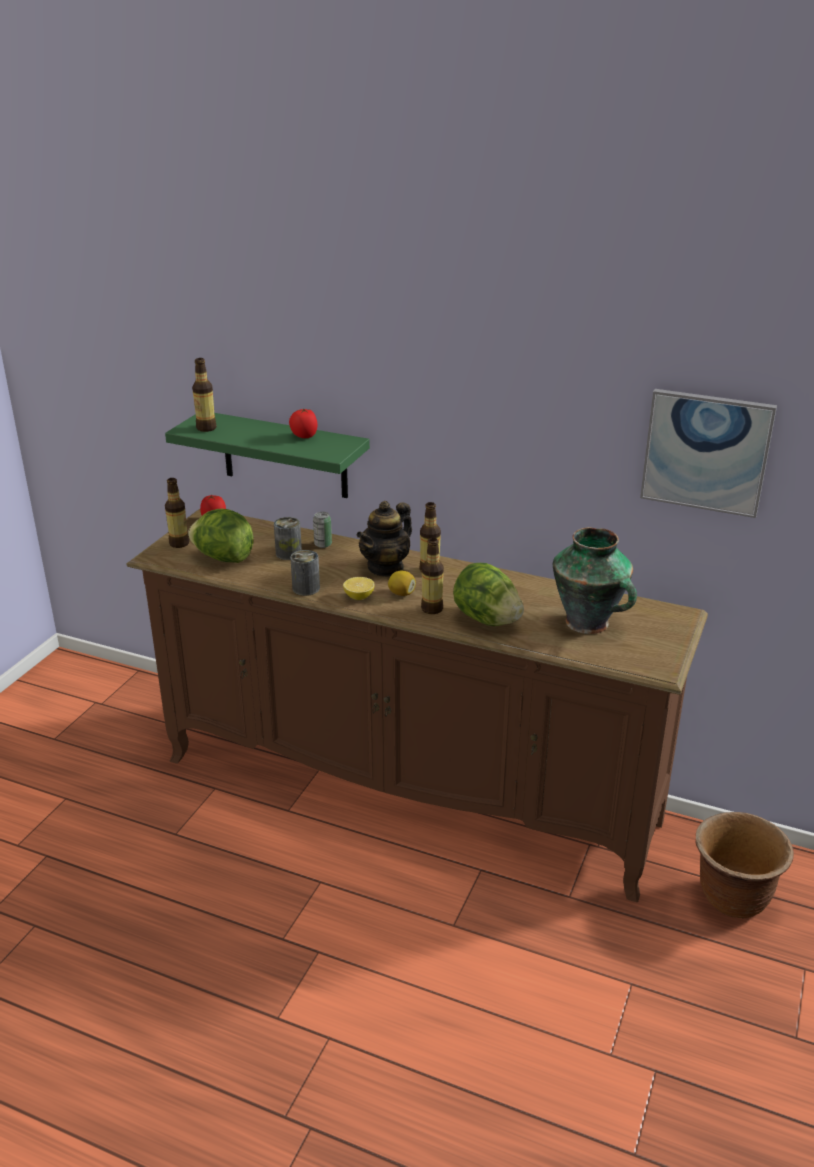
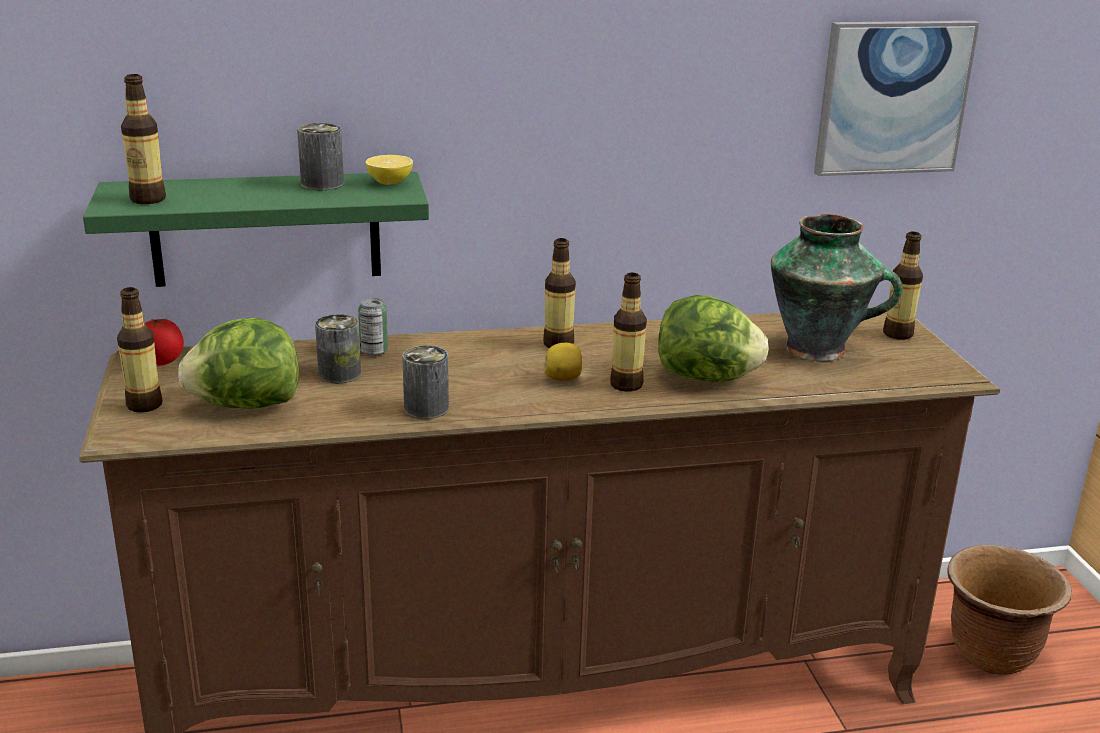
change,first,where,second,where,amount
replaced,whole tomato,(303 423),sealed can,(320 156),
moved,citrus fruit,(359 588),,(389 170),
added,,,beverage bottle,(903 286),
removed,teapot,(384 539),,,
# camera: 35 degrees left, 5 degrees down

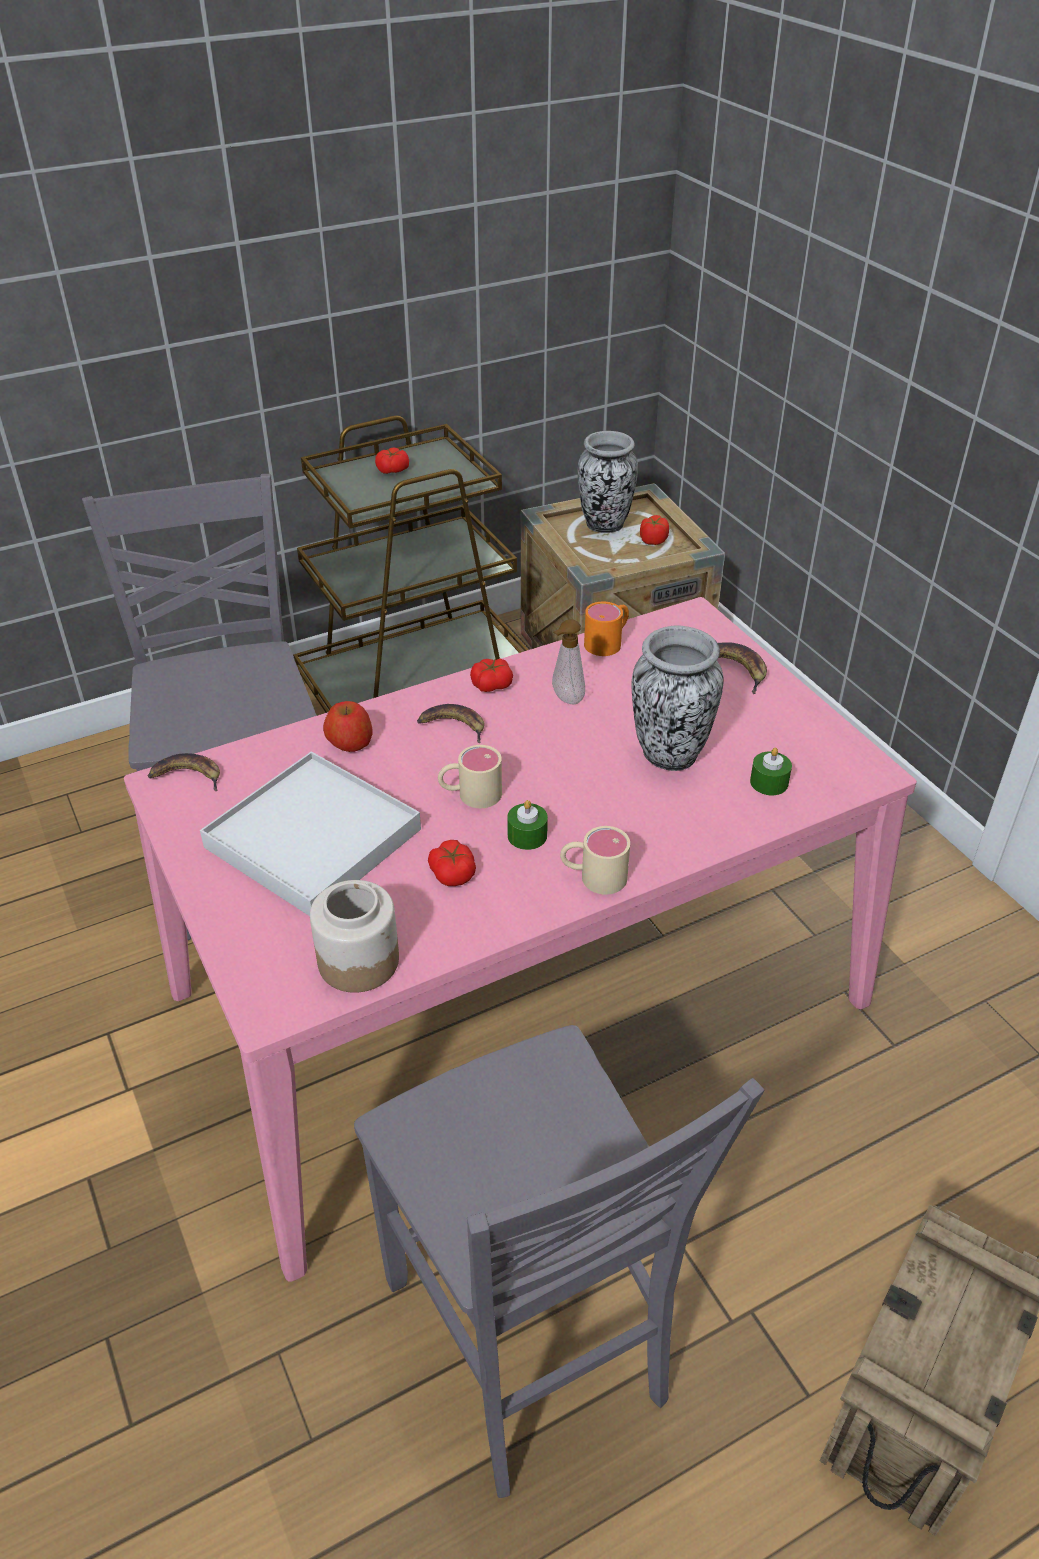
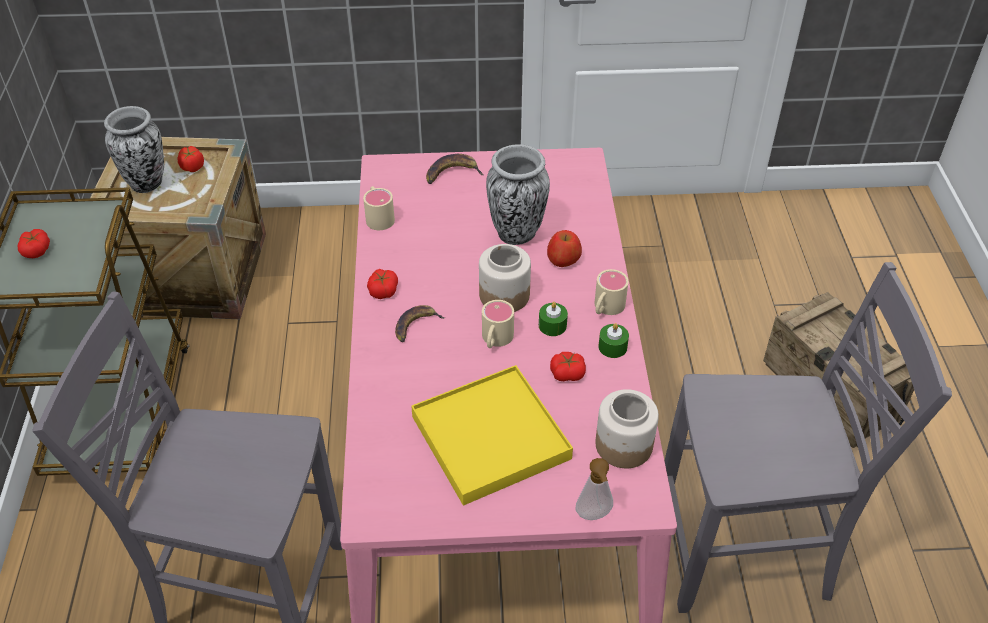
change,first,where,second,where,amount
recoloured,mug (orangey),(606 629),mug (beige),(379 208),
recoloured,carrying tray (white),(310 833),carrying tray (yellowish),(492 435),
added,,,storage jar,(505 278),
moved,apple fruit,(348 726),,(564 248),
moved,soap bottle,(568 661),,(594 489),
moved,wax candle (green),(771 771),,(613 340),
removed,banana fruit,(184 772),,,
# camera: 65 degrees left, 5 degrees up

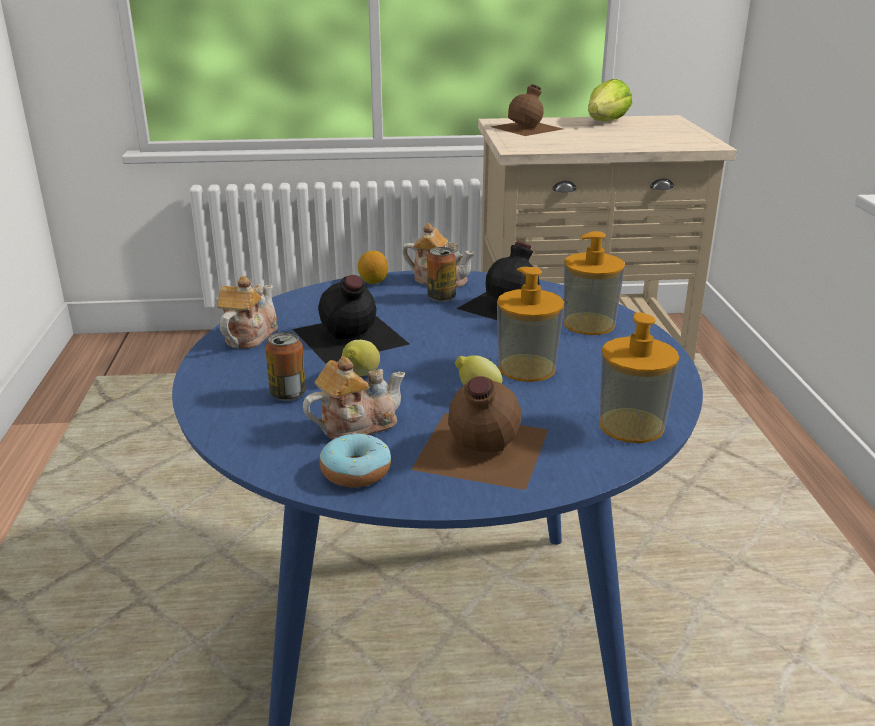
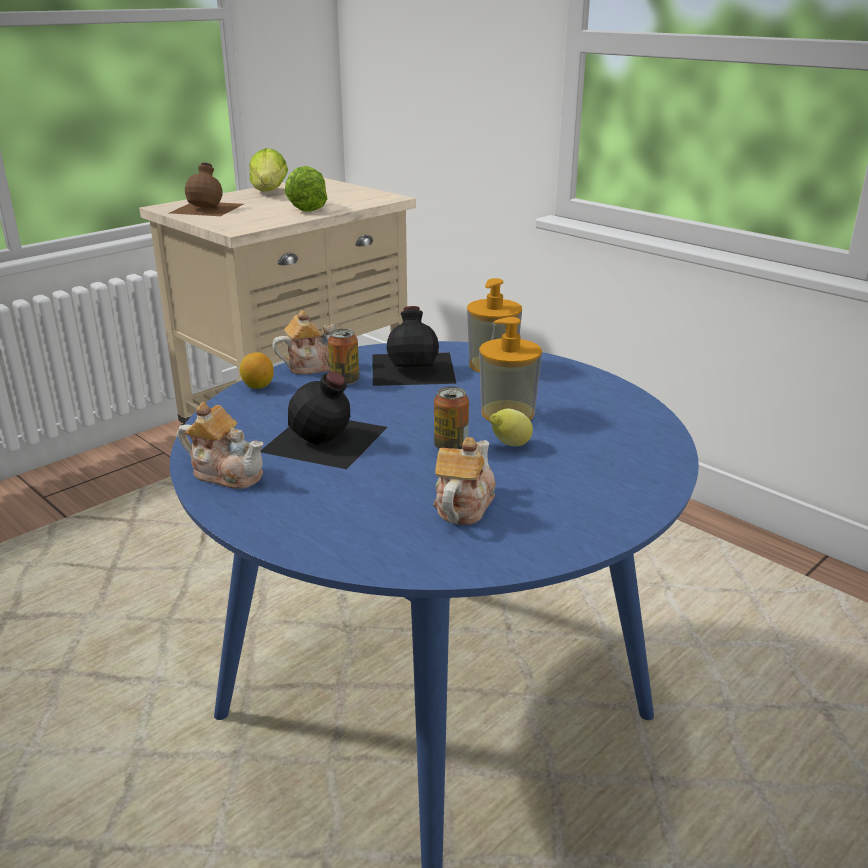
change,first,where,second,where,amount
turned,teapot,(247 312),,(221 445),135 degrees clockwise
added,,,head of lettuce,(305 189),
moved,sealed can,(286 366),,(451 418),
removed,donut,(355 459),,,
removed,citrus fruit,(361 358),,,
removed,beverage bottle (brown-coloured),(480 433),,,
removed,soap bottle,(639 377),,,
# camera: 40 degrees left, 0 degrees up

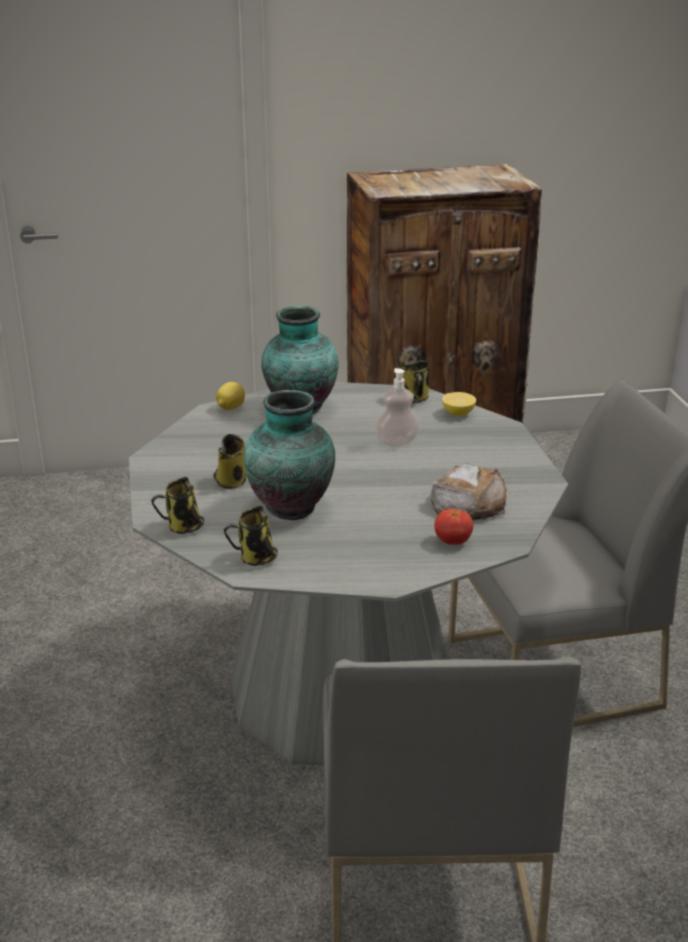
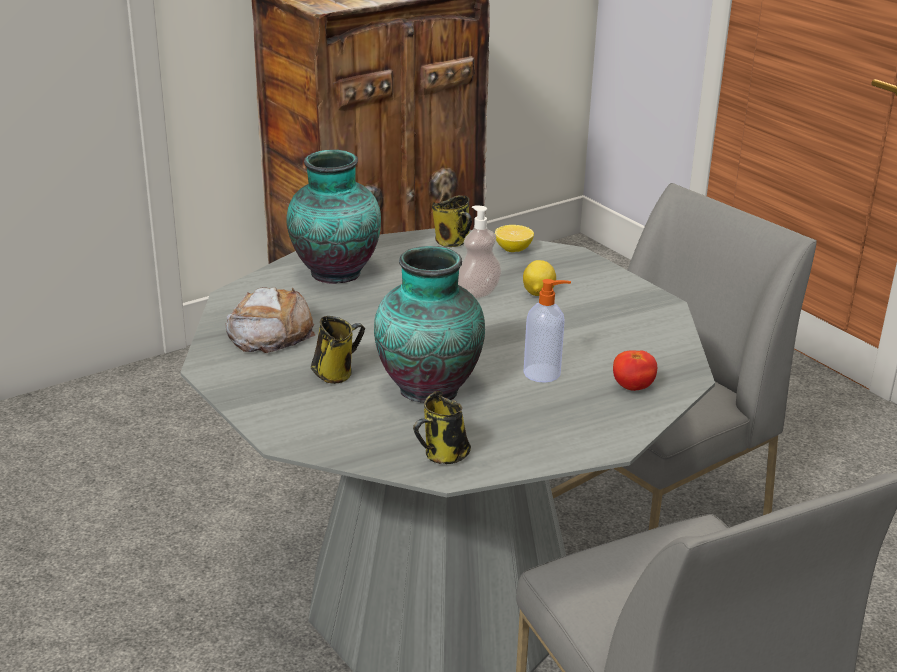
change,first,where,second,where,amount
moved,baked bread,(469 492),,(270 320),
moved,citrus fruit,(230 396),,(539 278),
added,,,soap bottle,(547 331),
removed,mug,(177 505),,,
# camera: 25 degrees left, 0 degrees up

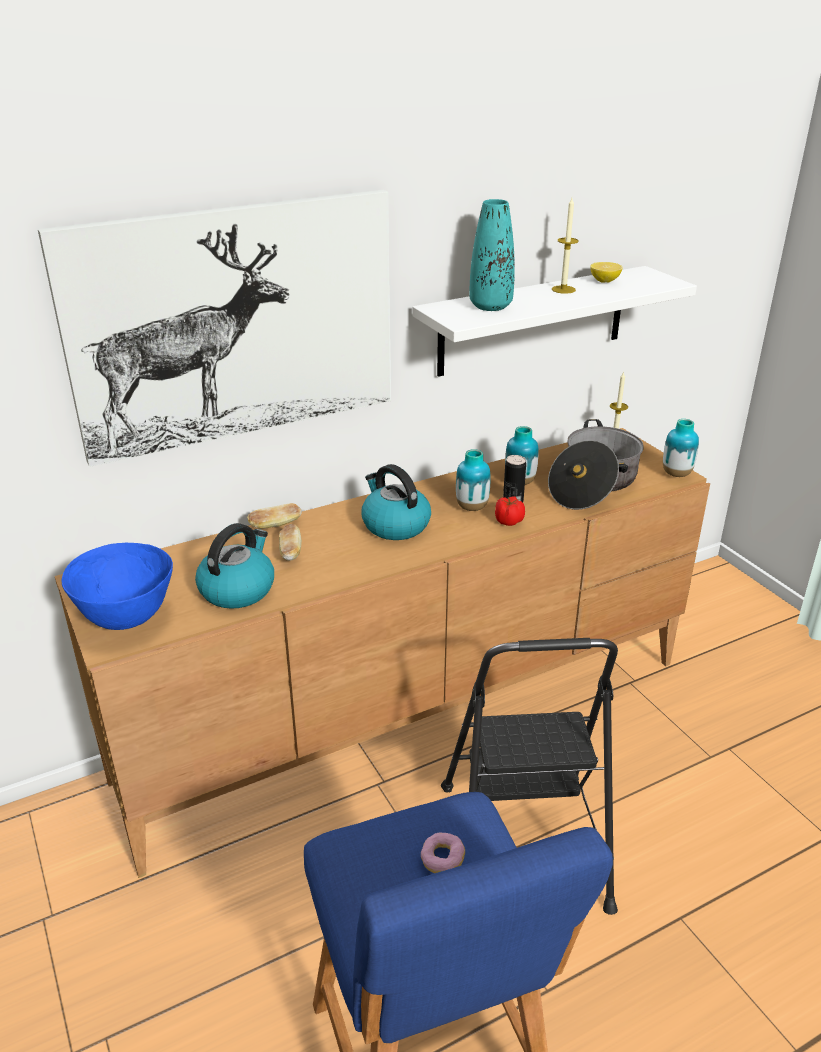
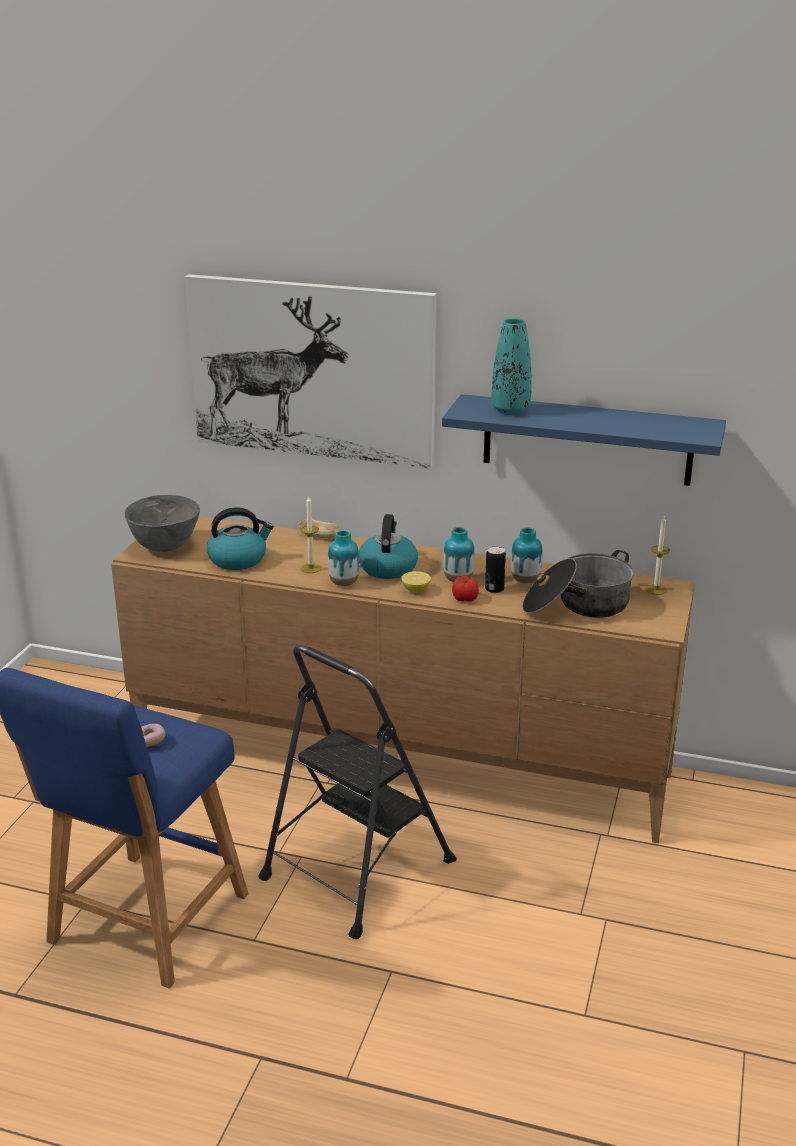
change,first,where,second,where,amount
recoloured,deep dish (blue-coloured),(117 586),deep dish (greyish),(162 523),
moved,wax candle,(565 246),,(311 534),
moved,vase,(681 448),,(343 558),
moved,citrus fruit,(606 272),,(416 582),
recoloured,wall shelf (white),(554 321),wall shelf (blue-coloured),(584 440),
removed,baked bread,(290 542),,,
# camera: 45 degrees right, 5 degrees down

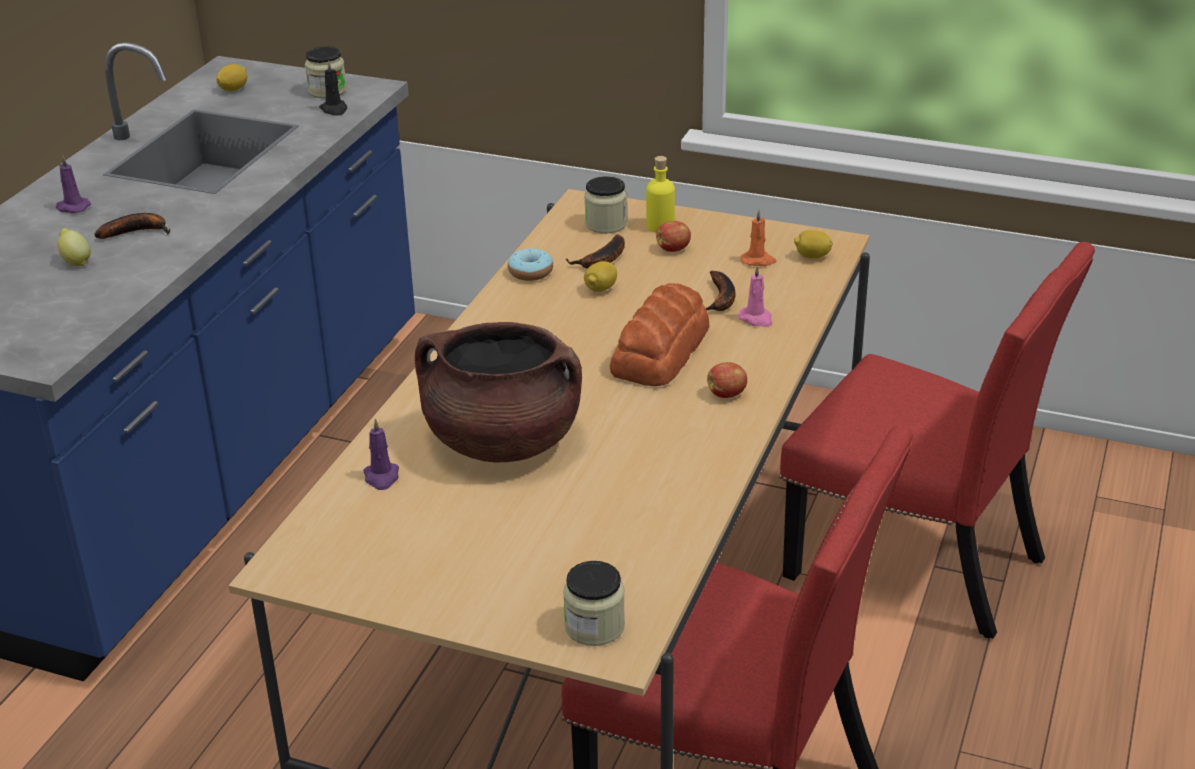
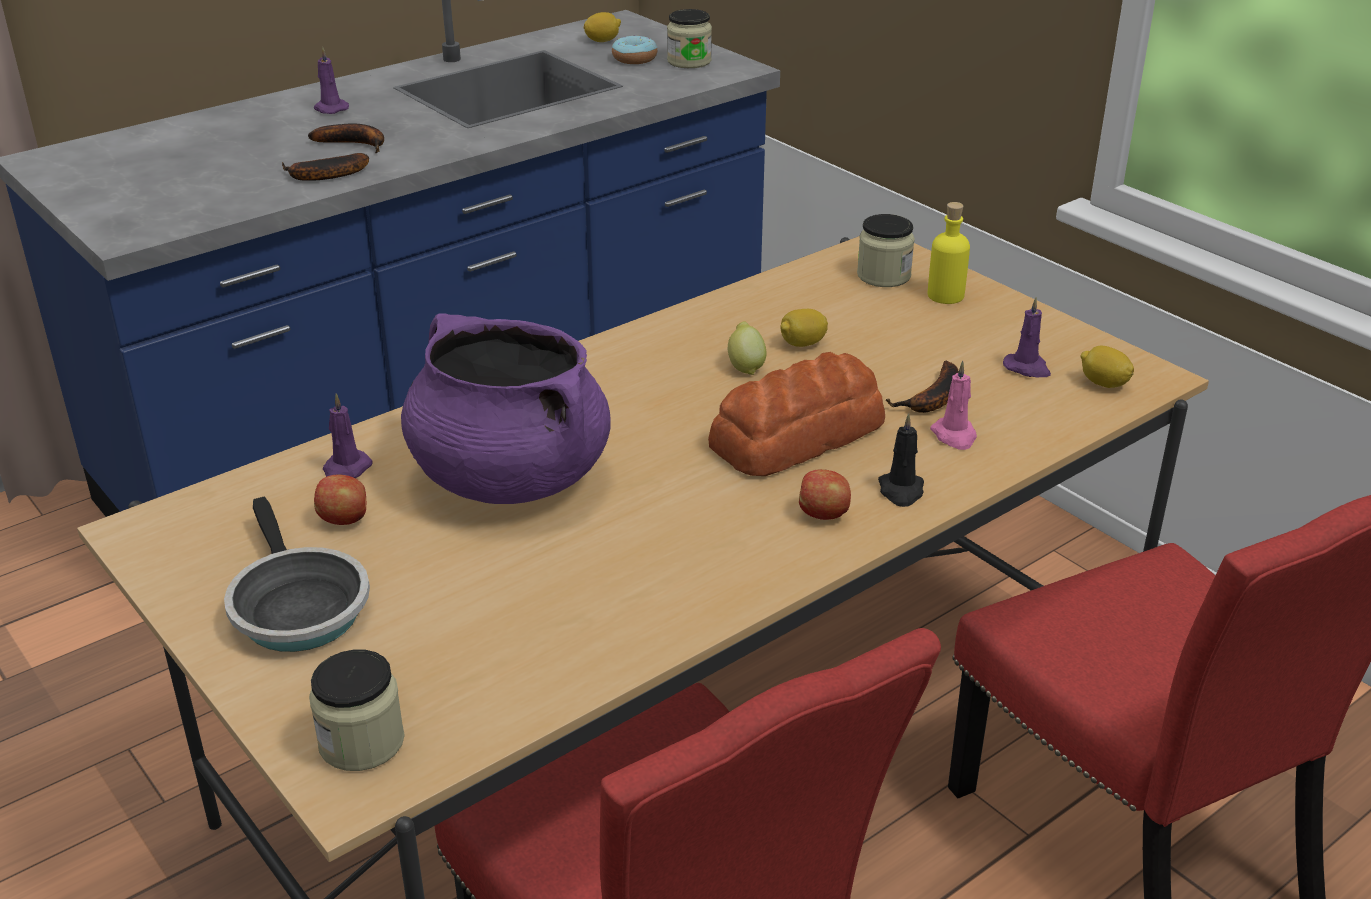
change,first,where,second,where,amount
added,,,pan,(297 574),
moved,banana fruit,(595 251),,(325 167),
moved,apple fruit,(673 236),,(340 500),
recoloured,cooking pot (brown-coloured),(498 392),cooking pot (purple),(506 408),
moved,donut,(530 264),,(634 49),
moved,citrus fruit,(74 247),,(747 348),
moved,wax candle (black),(333 88),,(901 460),
recoloured,wax candle (orangey),(759 237),wax candle (purple),(1027 337),
# camera: 30 degrees right, 0 degrees up

